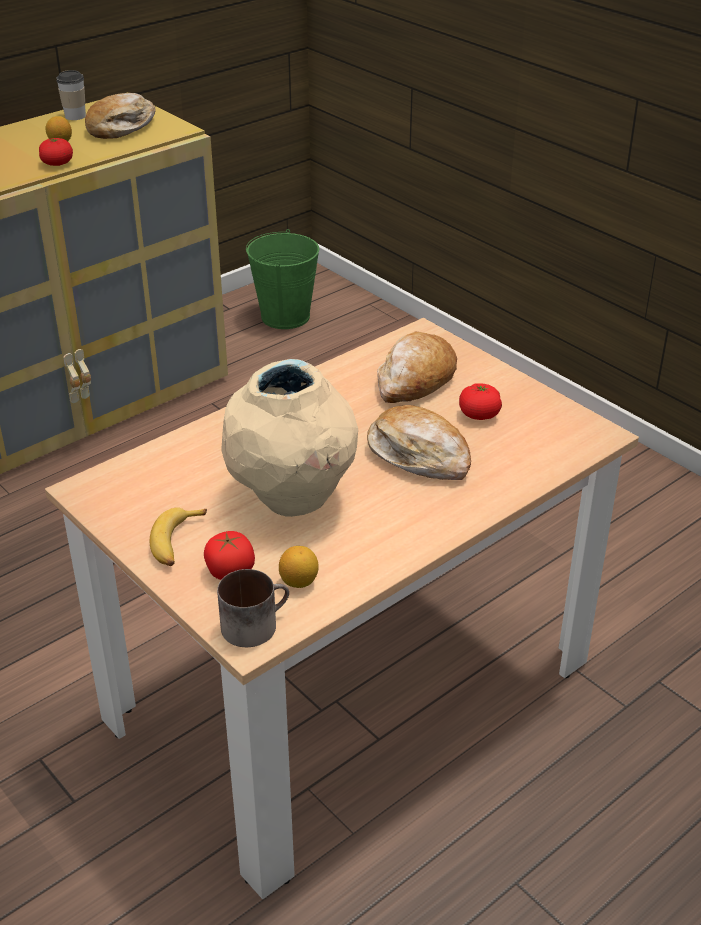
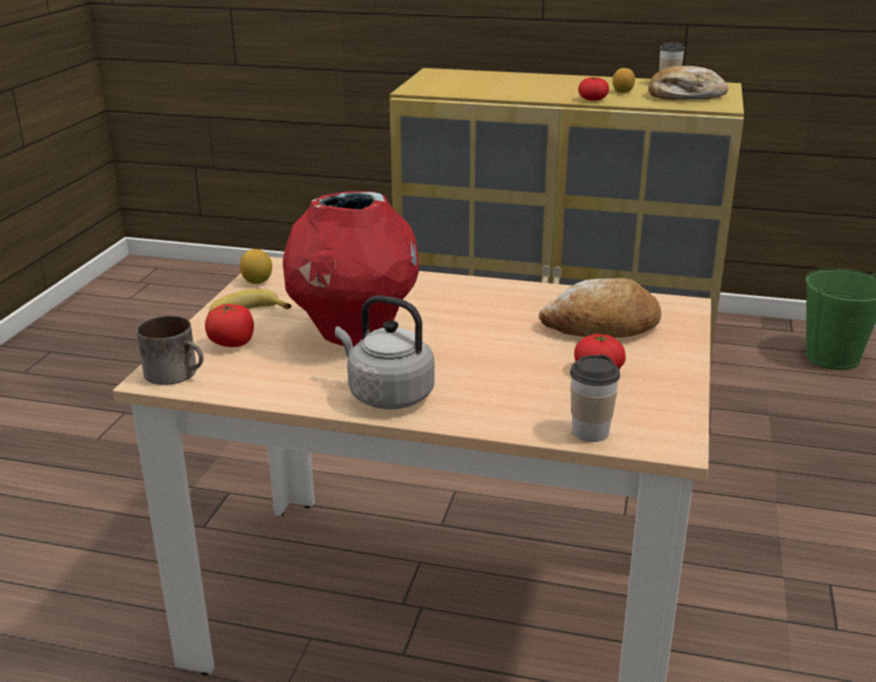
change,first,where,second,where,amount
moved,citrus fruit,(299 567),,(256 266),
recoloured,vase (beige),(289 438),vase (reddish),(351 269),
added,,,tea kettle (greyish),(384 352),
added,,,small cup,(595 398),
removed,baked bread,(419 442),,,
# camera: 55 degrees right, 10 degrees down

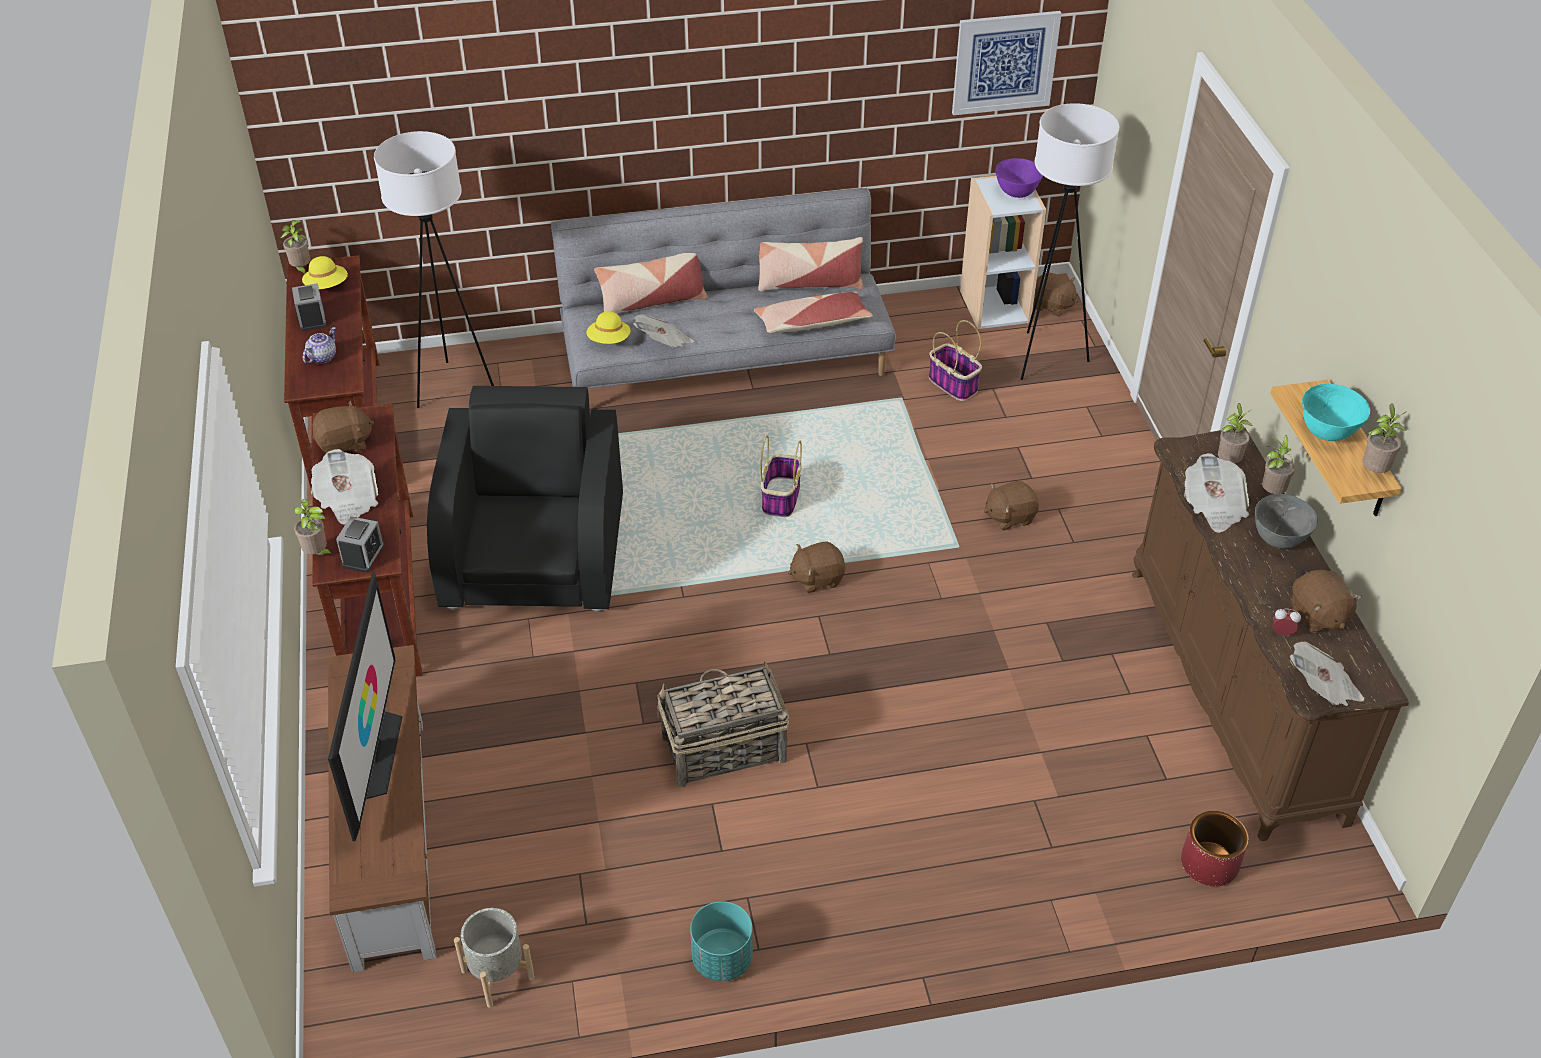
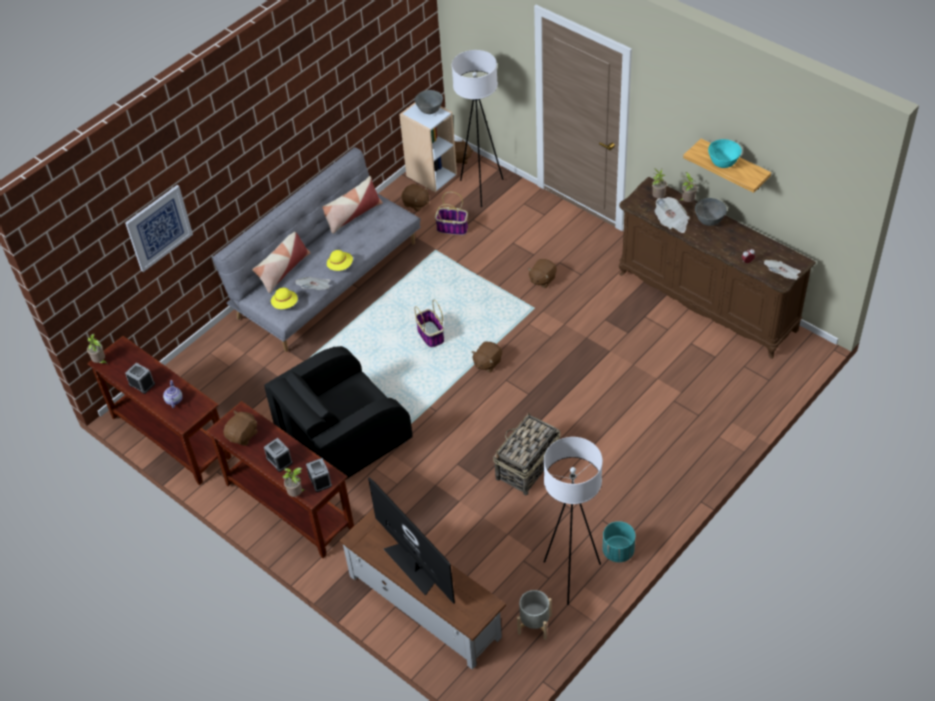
change,first,where,second,where,amount
moved,picture,(1007 63),,(159 228),
turned,lounge chair (black),(525 499),,(338 413),90 degrees counterclockwise
replaced,daily paper,(344 487),table clock,(278 455),
moved,clothing hat (yellowish),(325 272),,(340 260),
moved,soft toy (brown-coloured),(1327 601),,(415 197),
recoloured,deep dish (purple),(1019 178),deep dish (greyish),(429 102),
moved,floor lamp (white),(434 269),,(573 521),
removed,pillow,(813 312),,,
removed,flower pot (reddish),(1214 848),,,
removed,houseplant,(1384 438),,,
# camera: 35 degrees left, 5 degrees up

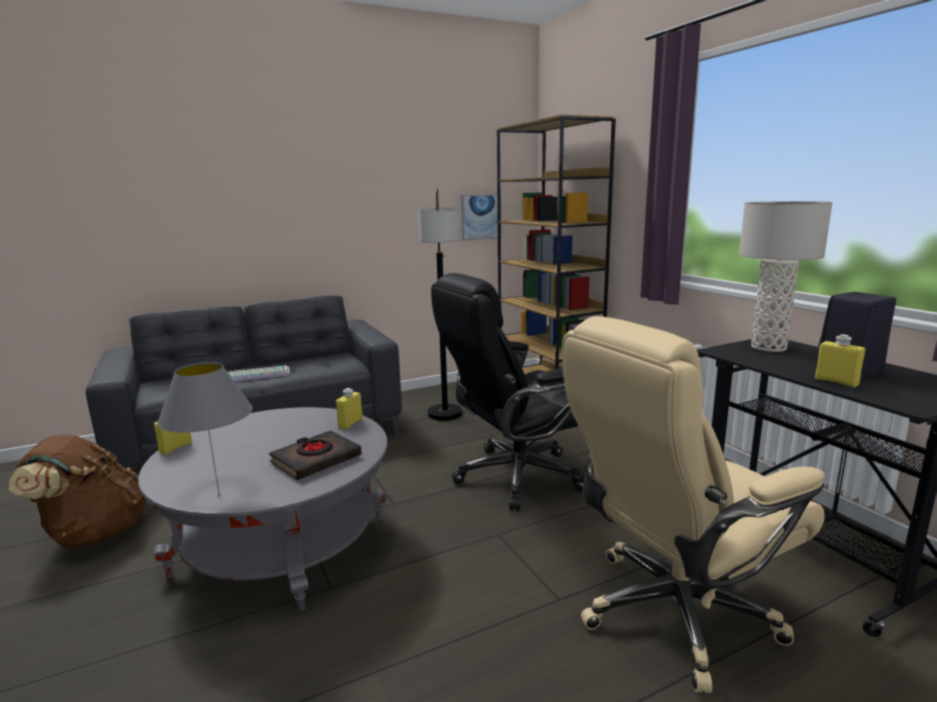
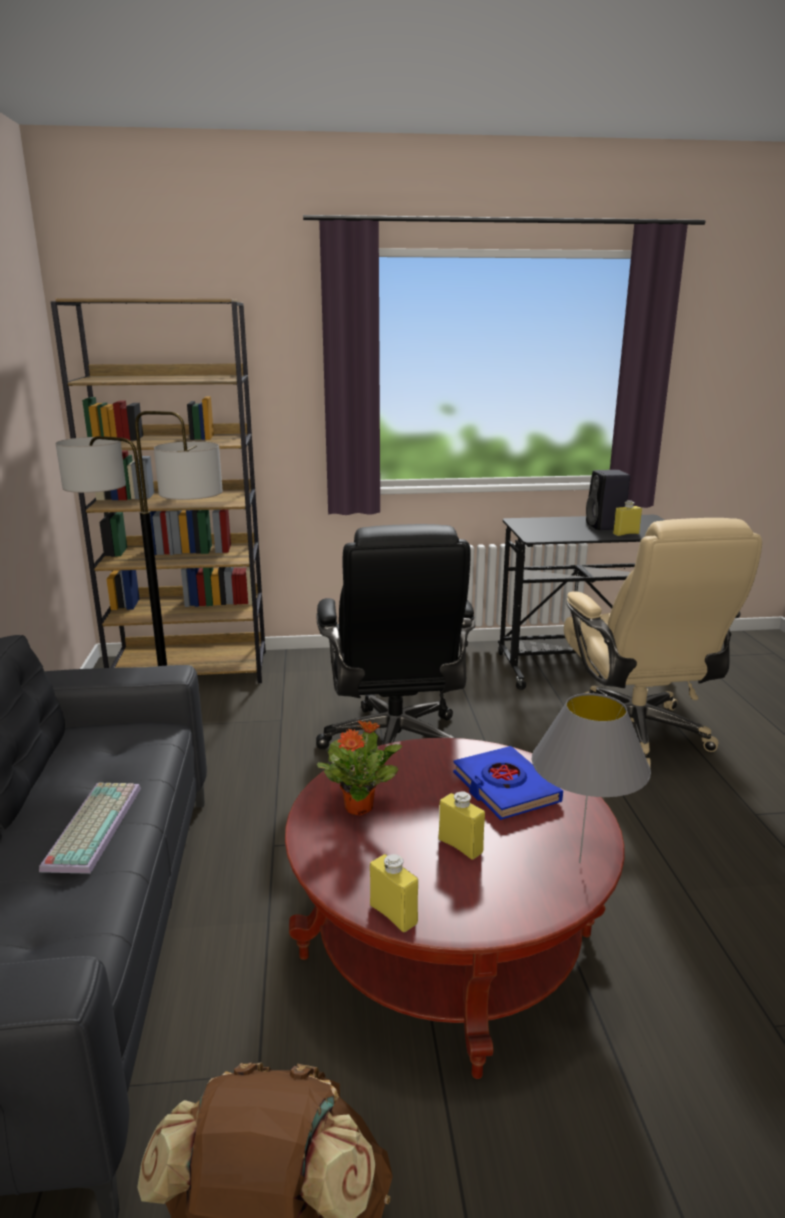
change,first,where,second,where,amount
recoloured,low table (greyish),(263 509),low table (reddish),(454 908),
added,,,houseplant,(359 767),
moved,beverage bottle (yellowish),(349 408),,(462 825),
recoloured,book (black),(315 455),book (blue-coloured),(508 783),
removed,picture,(481 217),,,
removed,lamp for a table (white),(785 276),,,
# camera: 70 degrees left, 5 degrees up

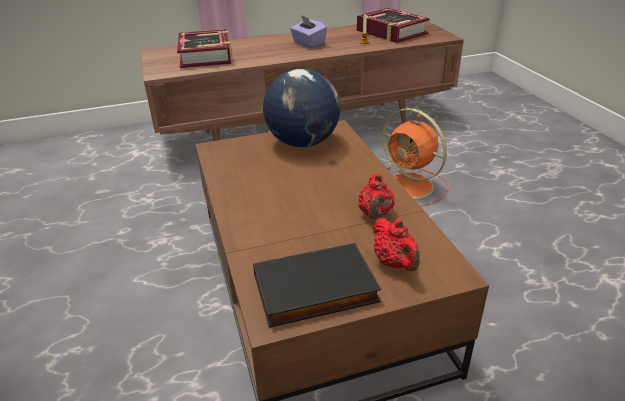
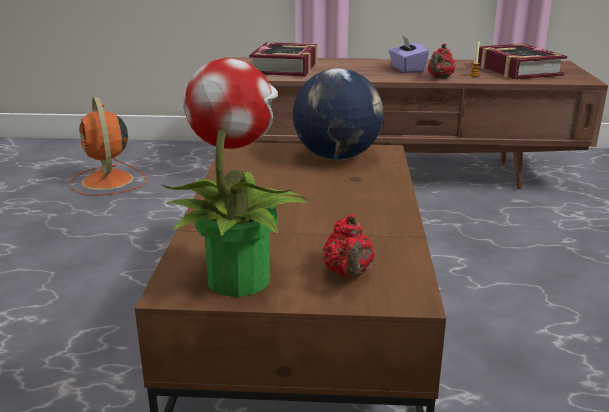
change,first,where,second,where,amount
moved,fan (orangey),(415 157),,(108 146),
replaced,book (black),(317 285),houseplant,(234 177),
moved,teapot (reddish),(376 196),,(442 61),
# camera: 20 degrees right, 10 degrees down

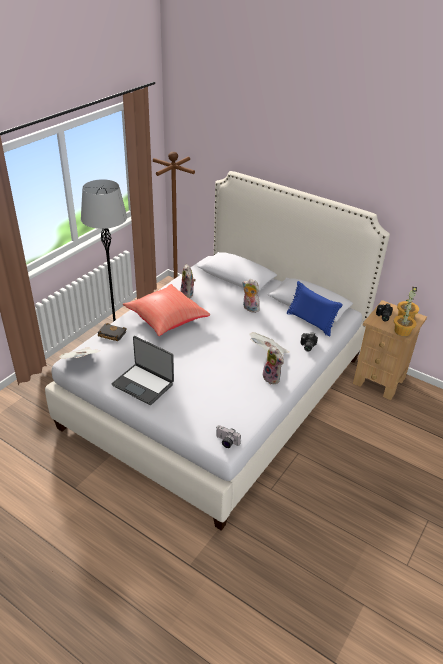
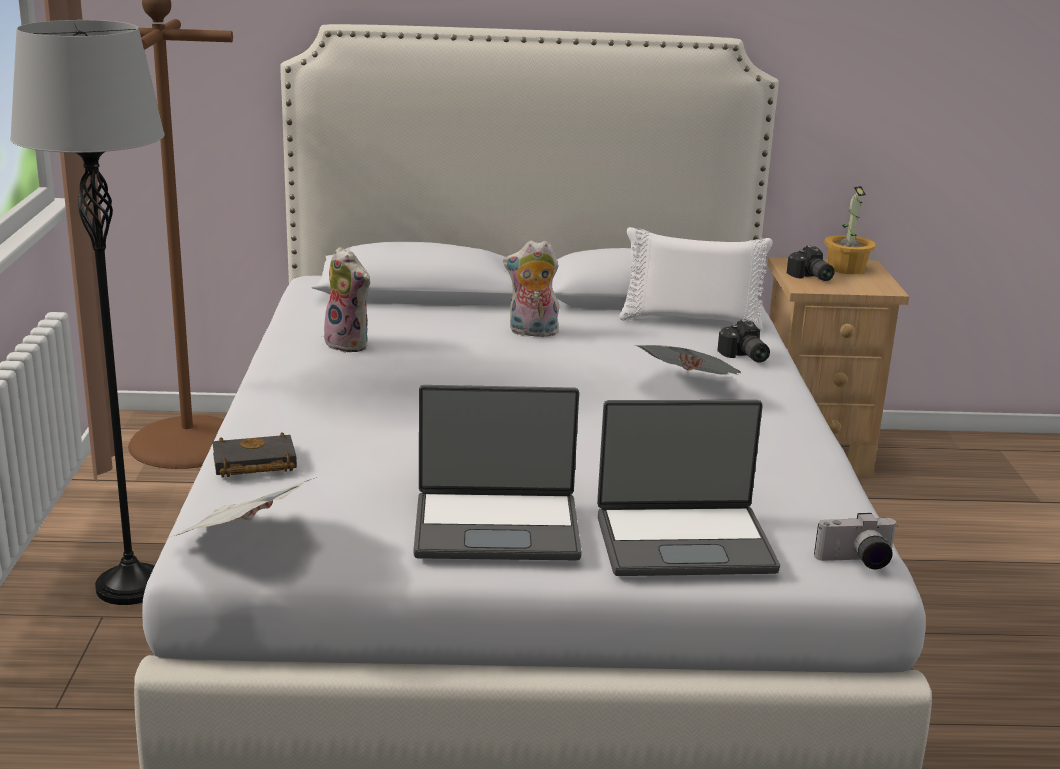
change,first,where,second,where,amount
added,,,laptop,(688 488),
recoloured,pillow (blue-coloured),(315 308),pillow (white),(696 279),
removed,pillow (reddish),(166 310),,,
removed,soft toy,(272 364),,,
removed,houseplant,(405 319),,,
# camera: 35 degrees left, 15 degrees down

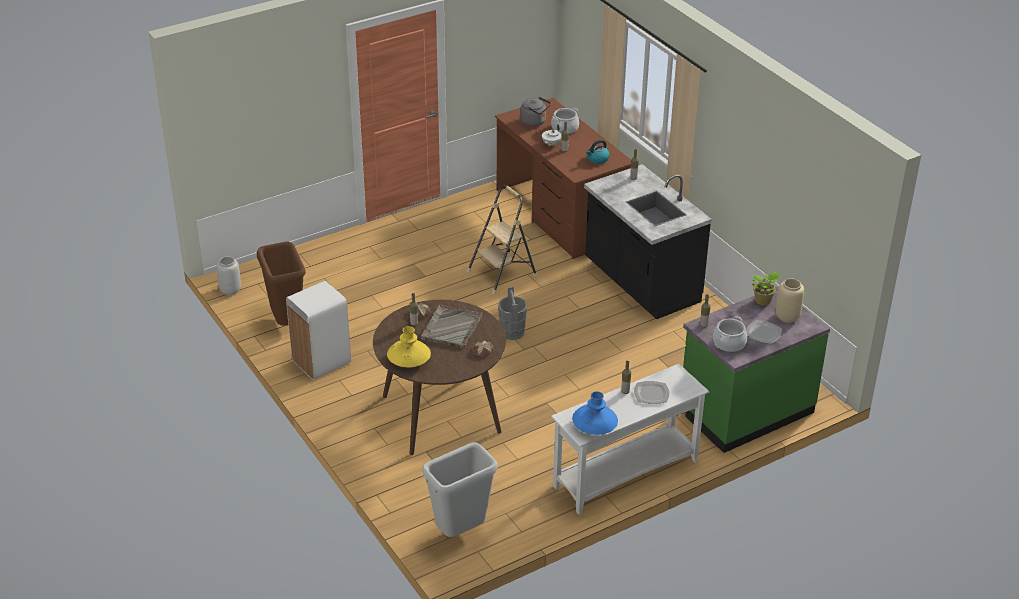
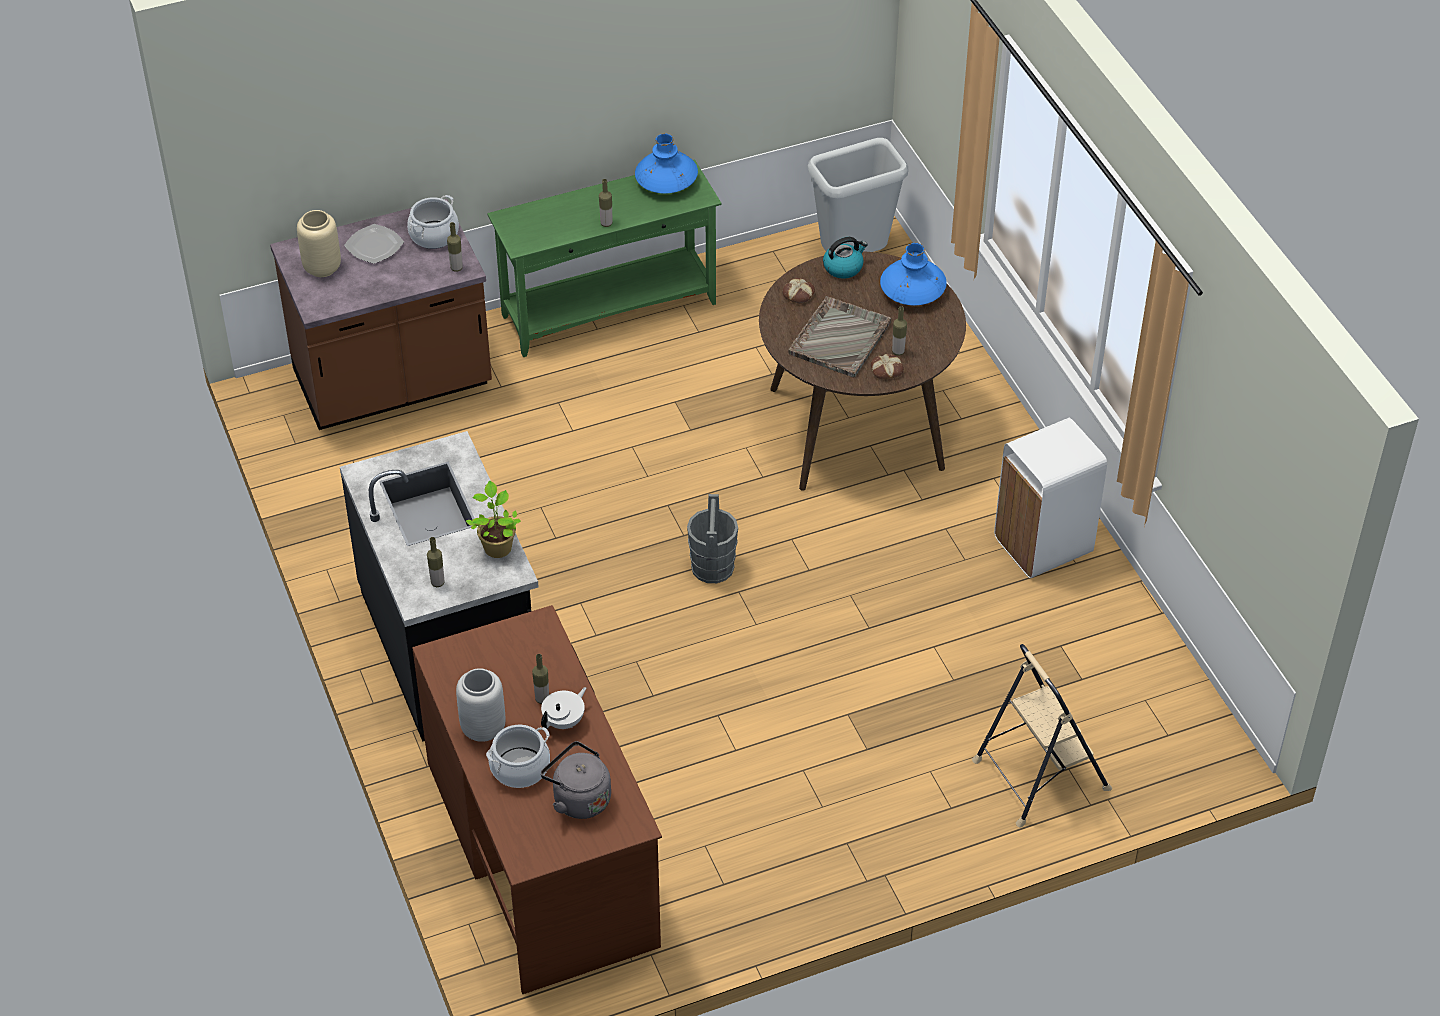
change,first,where,second,where,amount
recoloured,kitchen counter (green),(756 370),kitchen counter (brown-coloured),(381 314),
moved,vase (greyish),(228 275),,(481 705),
moved,houseplant,(766 288),,(493 519),
recoloured,narrow table (white),(630 439),narrow table (green),(604 258),
moved,tea kettle,(598 152),,(845 258),
recoloured,vase (yellowish),(409 346),vase (blue-coloured),(913 274),
moved,step stool (beige),(502 239),,(1042 736),
removed,rubbish bin (brown-coloured),(281 283),,,
removed,plate,(652 392),,,
# camera: 170 degrees left, 10 degrees up

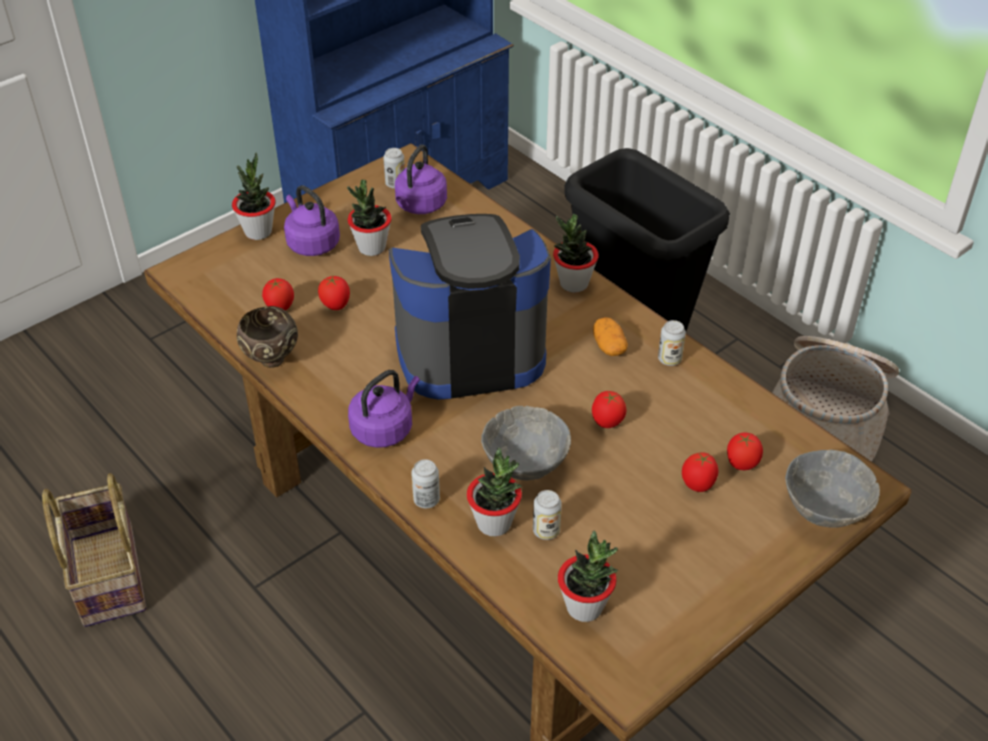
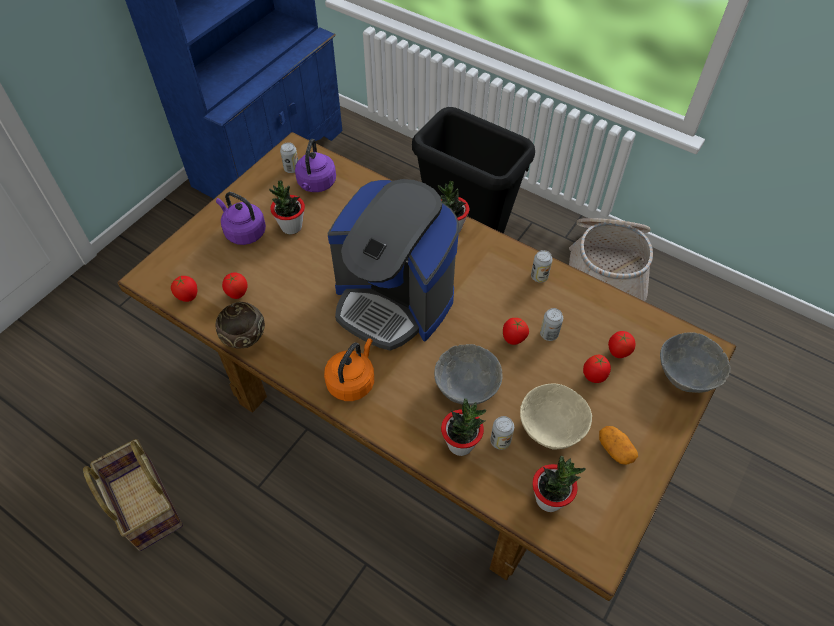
change,first,where,second,where,amount
moved,whole tomato,(334 293),,(184 289),
recoloured,tea kettle (purple),(384 409),tea kettle (orangey),(349 369),
turned,coffee brewer,(470 307),,(393 265),120 degrees counterclockwise
added,,,deep dish (beige),(556 416),
moved,sealed can,(425 483),,(551 324),
moved,potato,(610 336),,(618 445),
removed,houseplant,(254 196),,,
# camera: 15 degrees left, 10 degrees up

